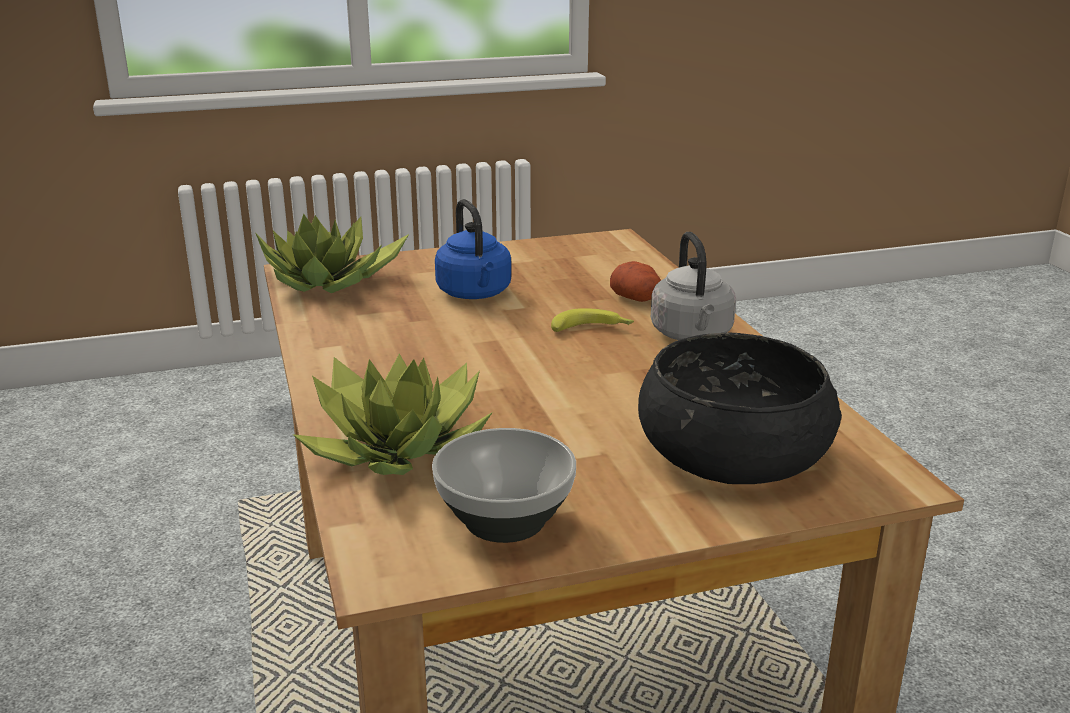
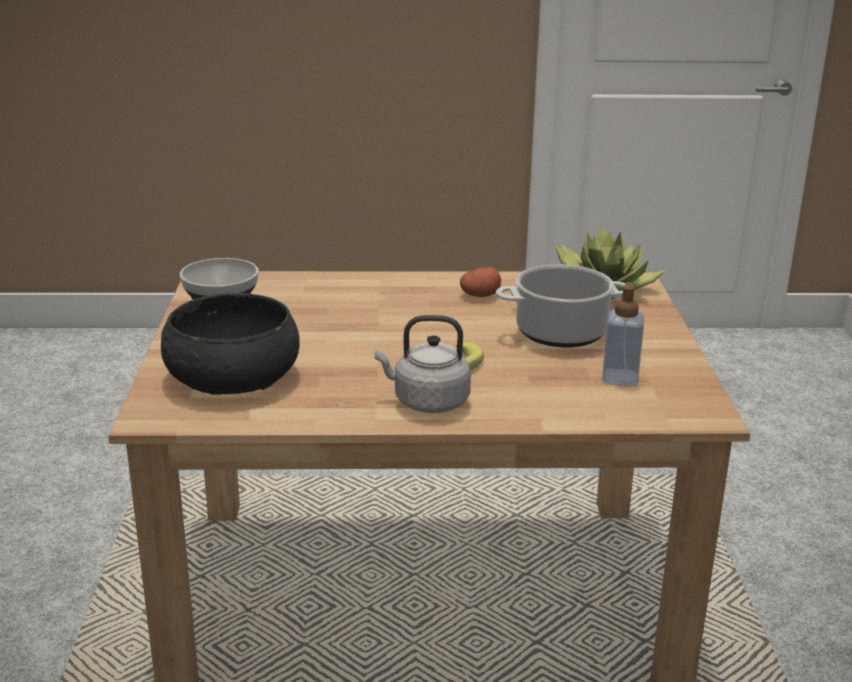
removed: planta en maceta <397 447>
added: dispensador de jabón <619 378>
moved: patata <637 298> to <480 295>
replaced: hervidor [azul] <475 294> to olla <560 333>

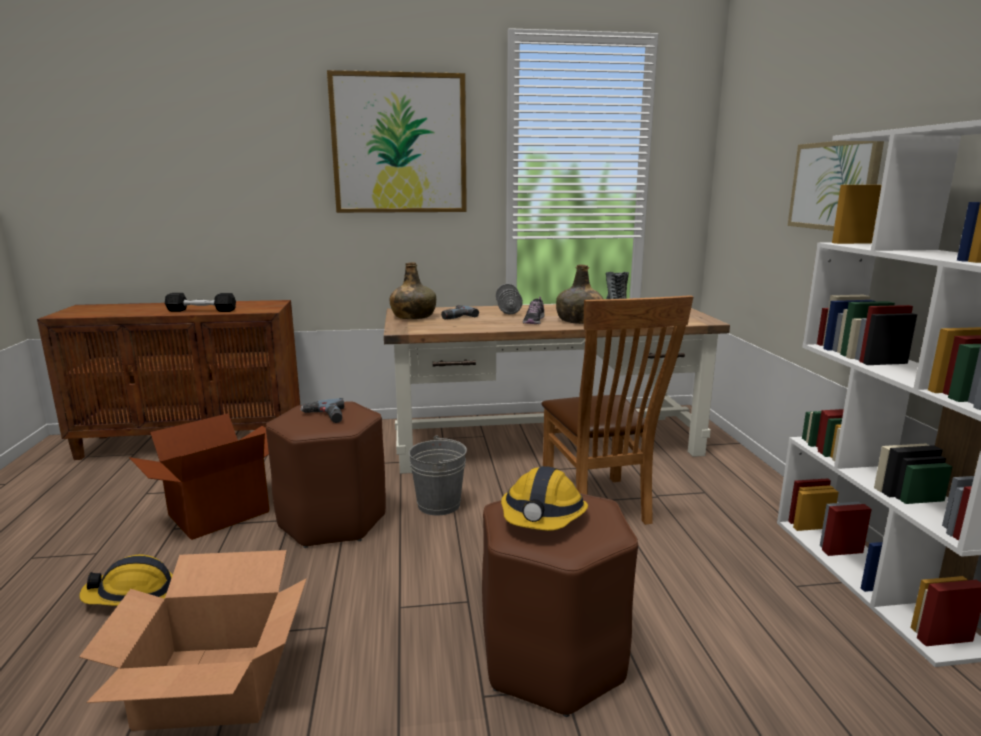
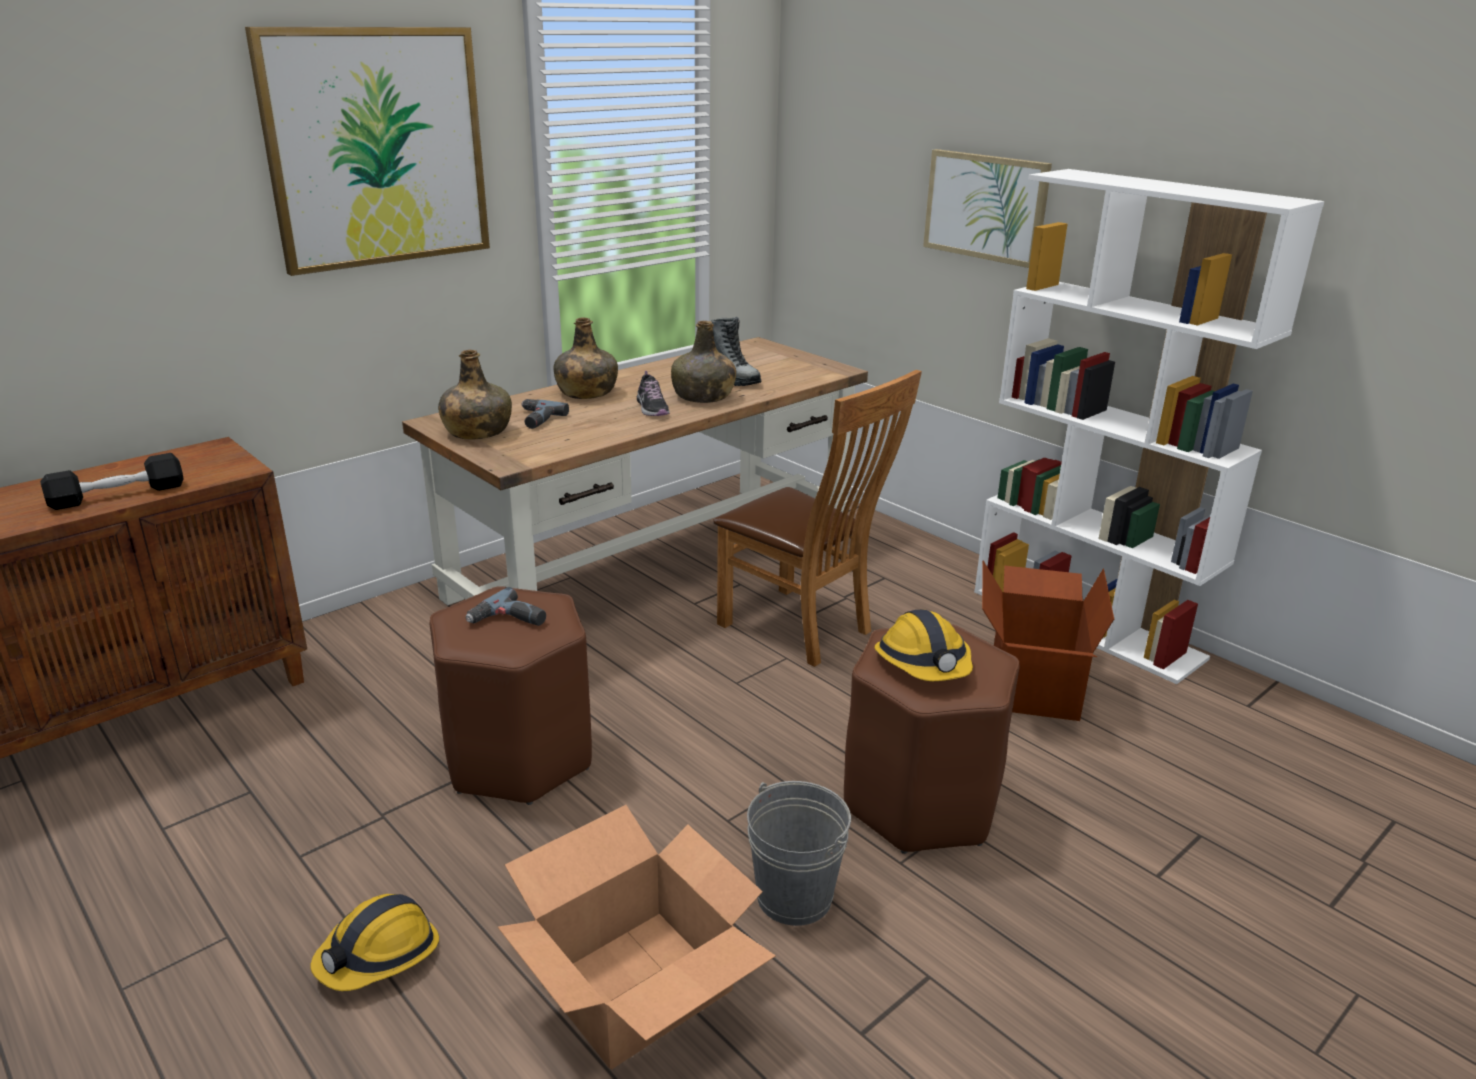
moved: caja de cartón <218 512> to <1031 686>; cubo [gris] <439 504> to <794 897>
replaced: mancuerna [gris] <508 310> to botella [verde] <586 392>

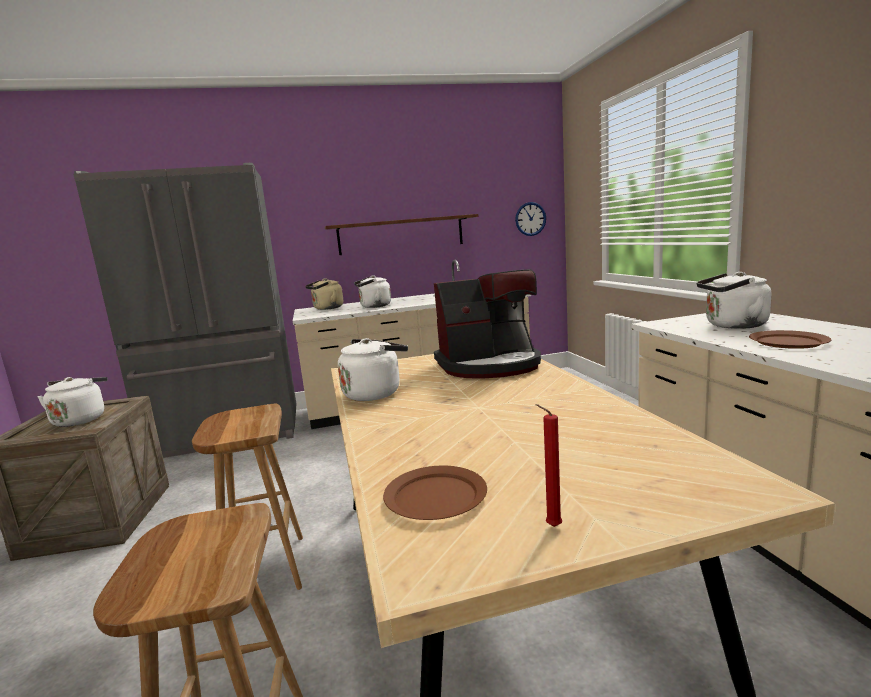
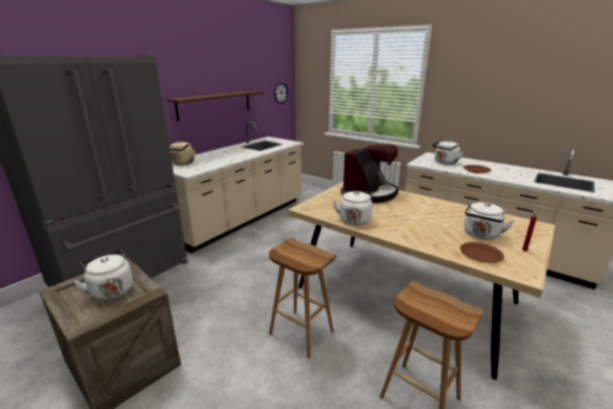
moved: hervidor [blanco] <373 306> to <481 235>

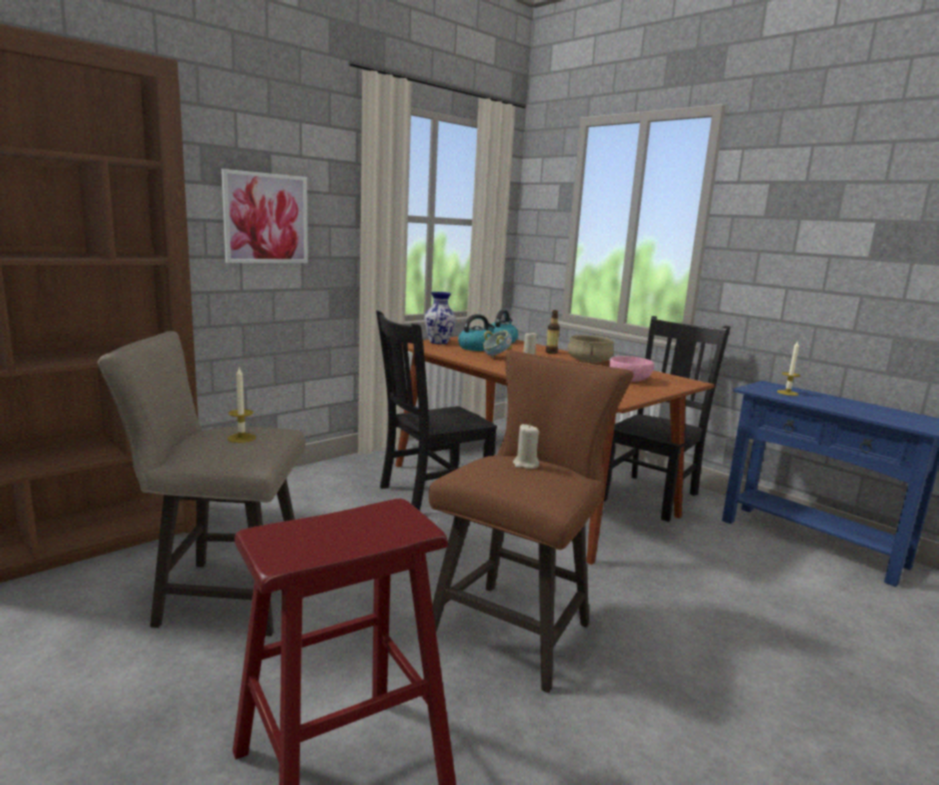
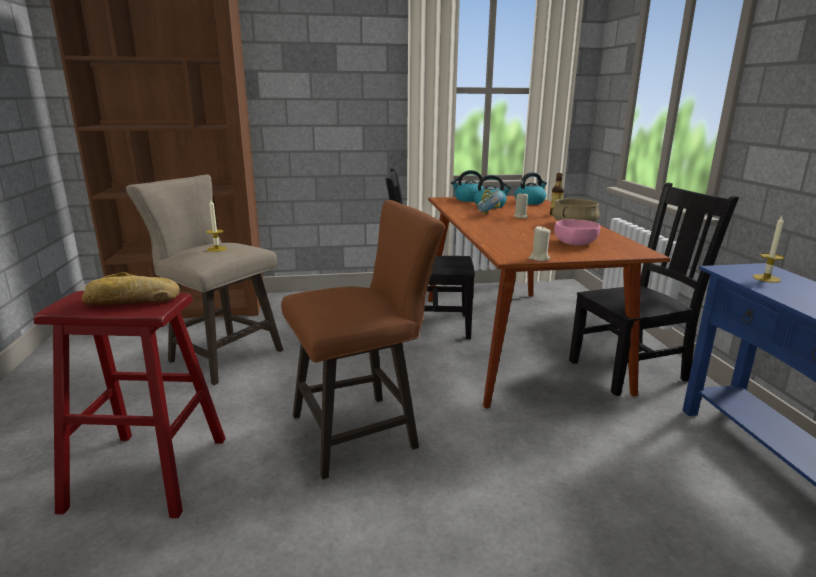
removed: cuadro <266 218>
added: pan <132 301>
moved: vela [beis] <525 464> to <539 258>
replaced: florero <439 342> to hervidor <468 199>

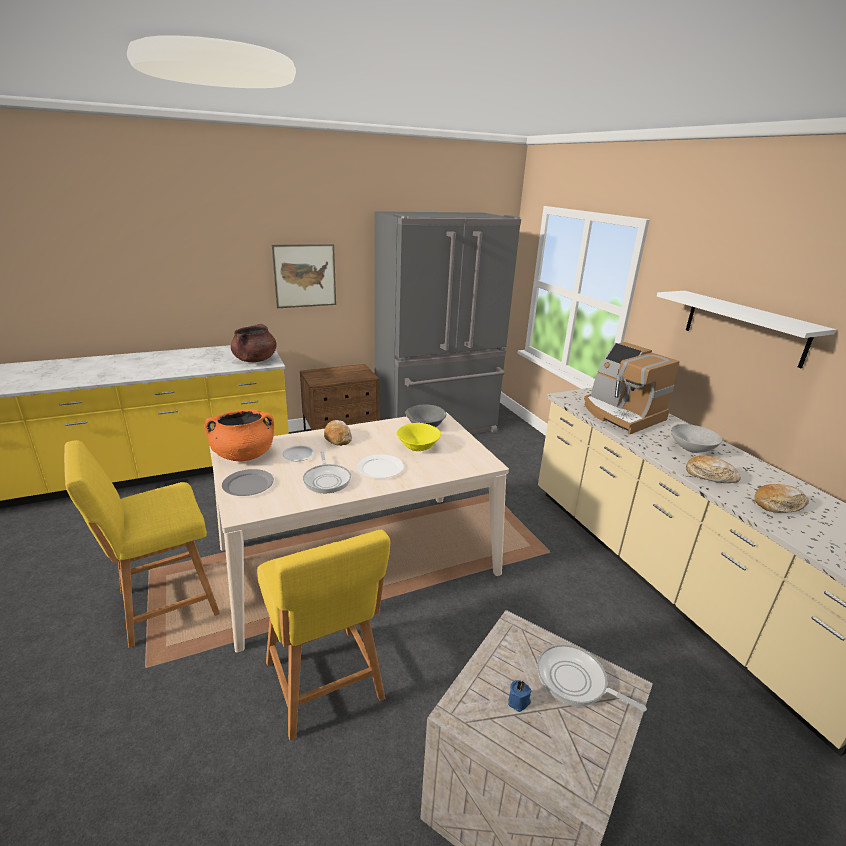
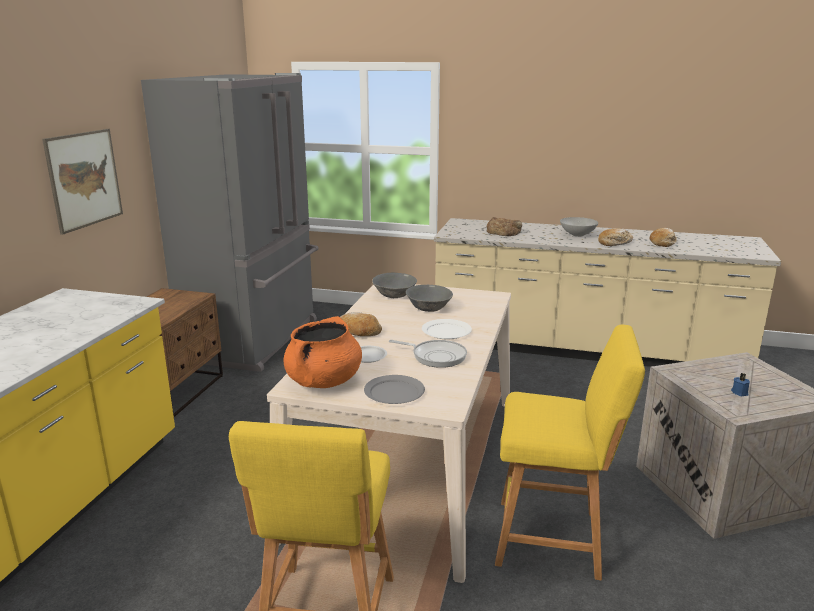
removed: olla [marrón] <255 360>; sartén <575 681>; estante [blanco] <744 327>
replaced: cafetera <621 414> to pan <503 232>
recoloured: cuenco [amarillo] <417 446> to cuenco [gris] <428 308>

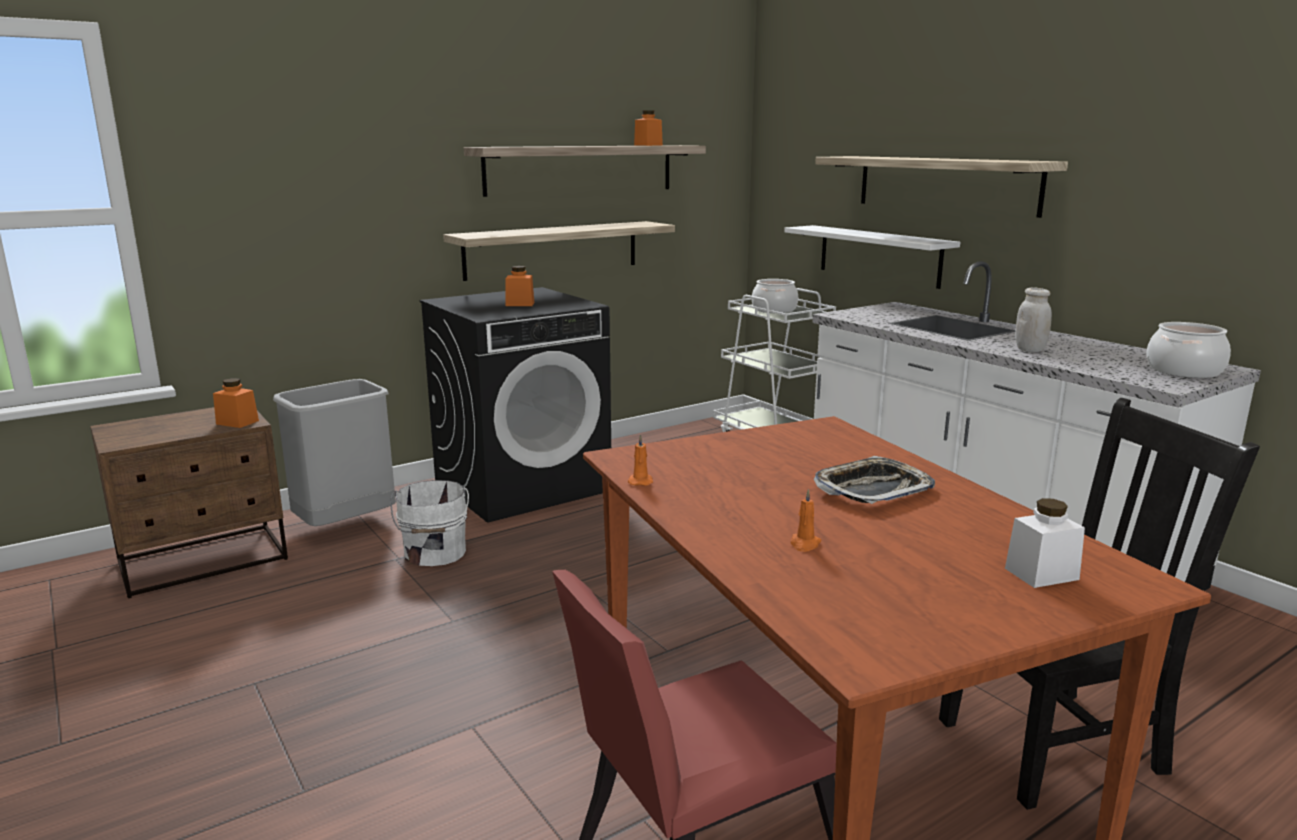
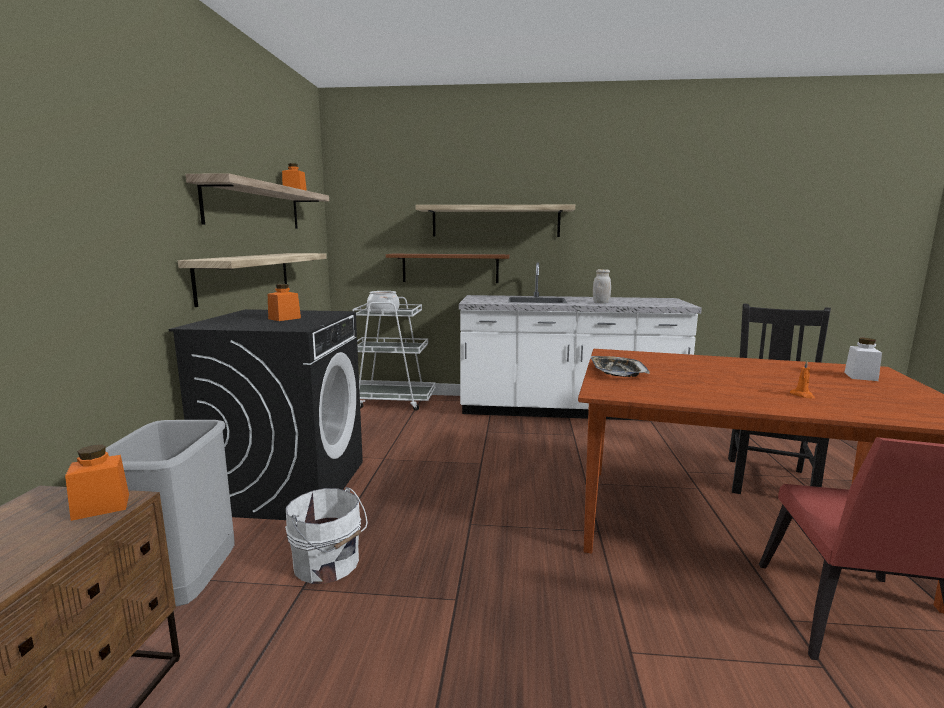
removed: vela [naranja] <640 481>; olla <1184 371>
moved: bandeja <872 489> to <617 371>
recoloured: estante [blanco] <879 255> to estante [marrón] <450 268>

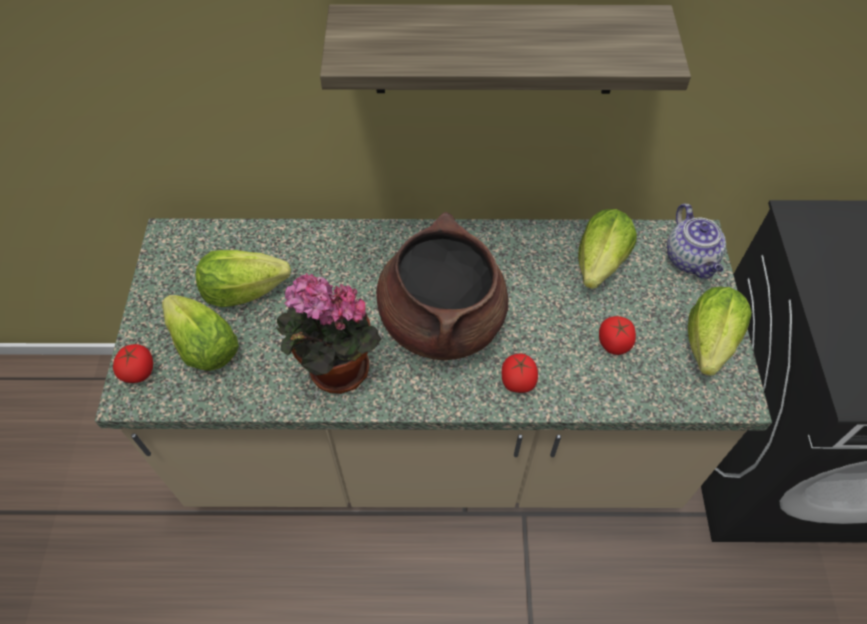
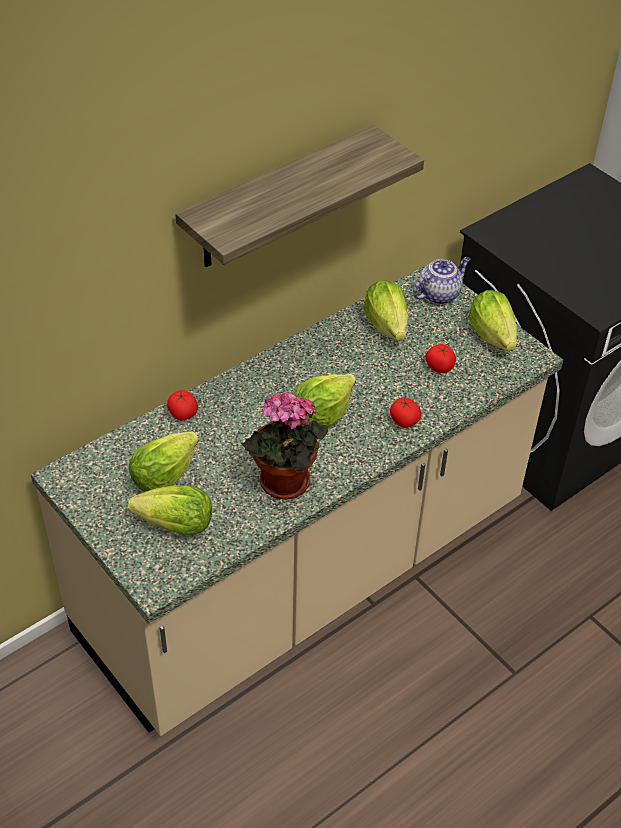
moved: tomate <138 371> to <183 414>
replaced: olla [marrón] <441 320> to lechuga <321 415>
turned: tetera <691 260> = <439 294> 75 degrees counterclockwise

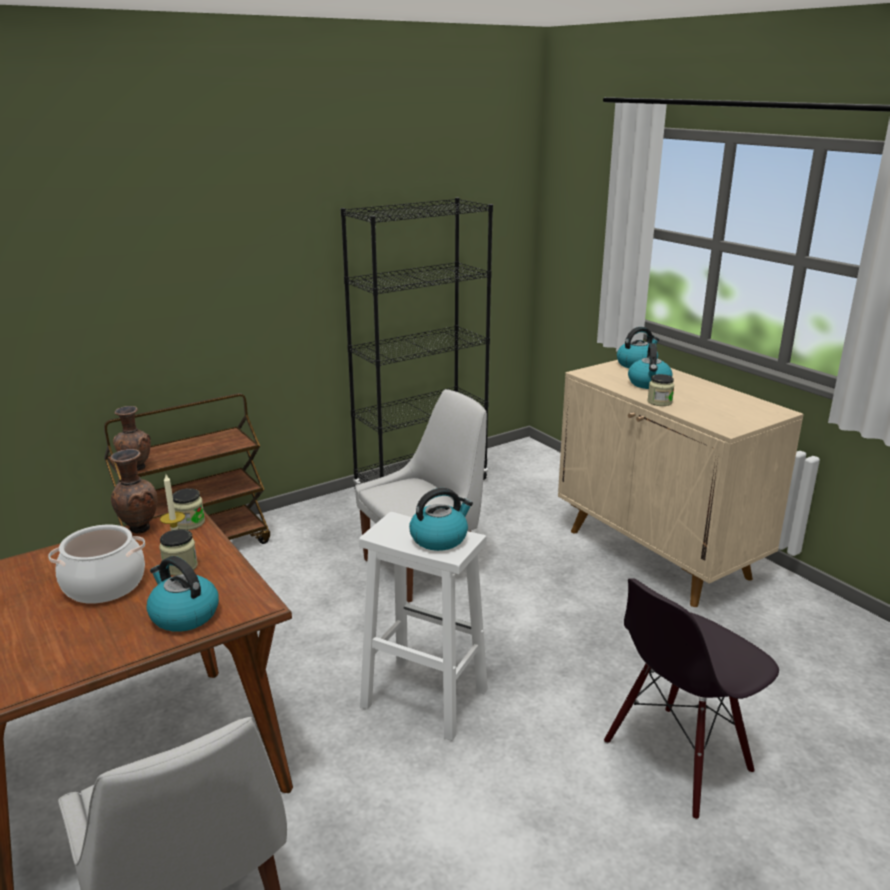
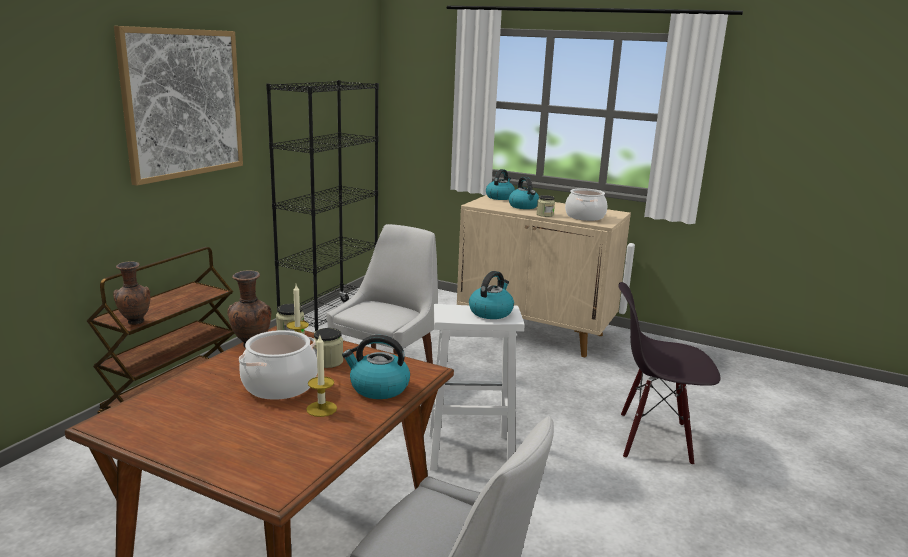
added: cuadro <183 103>; vela <321 409>; olla <585 217>
turned: silla [negro] <678 759> = <653 439> 75 degrees clockwise

